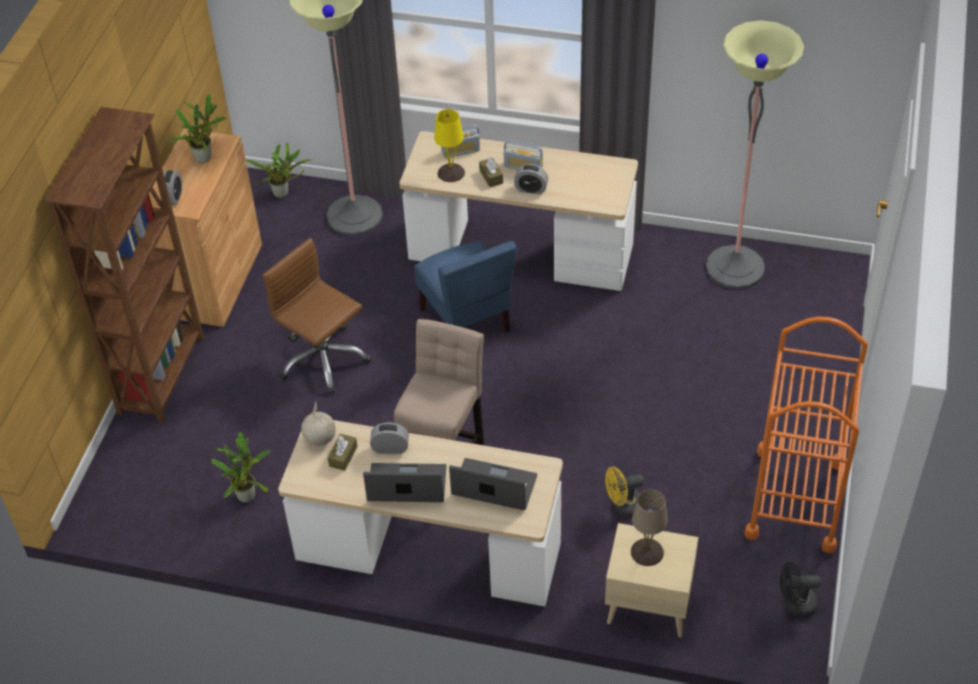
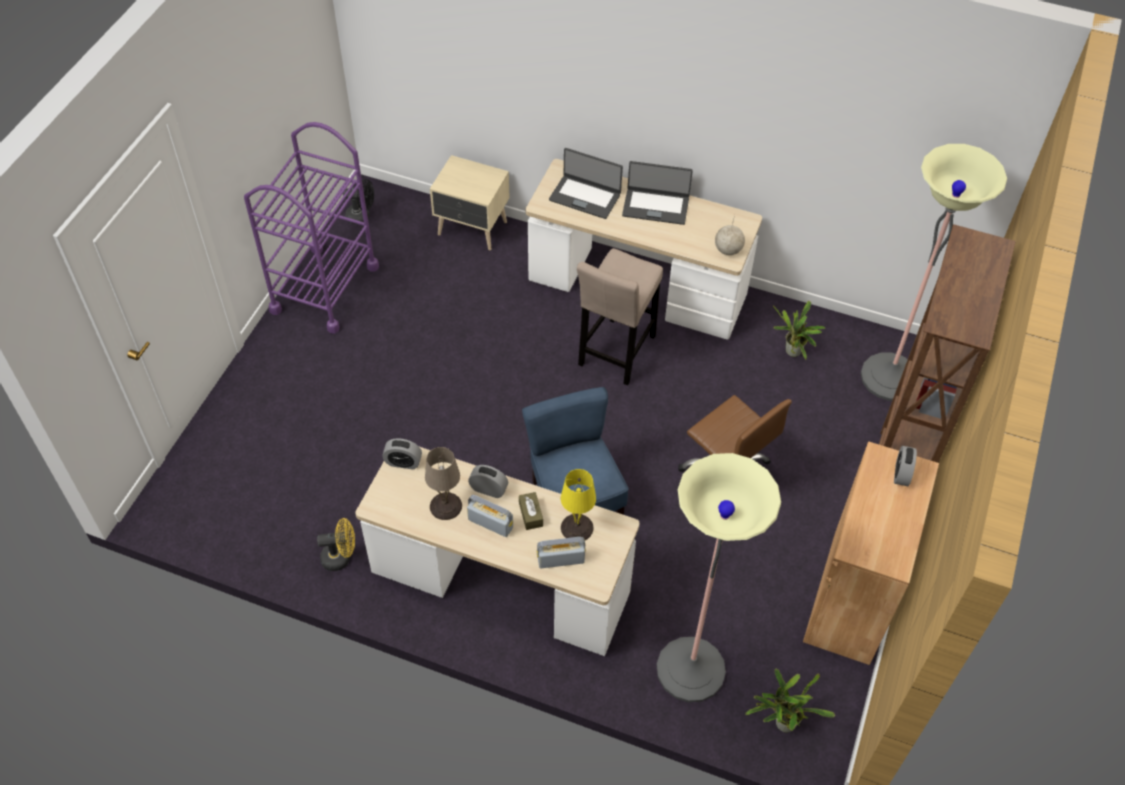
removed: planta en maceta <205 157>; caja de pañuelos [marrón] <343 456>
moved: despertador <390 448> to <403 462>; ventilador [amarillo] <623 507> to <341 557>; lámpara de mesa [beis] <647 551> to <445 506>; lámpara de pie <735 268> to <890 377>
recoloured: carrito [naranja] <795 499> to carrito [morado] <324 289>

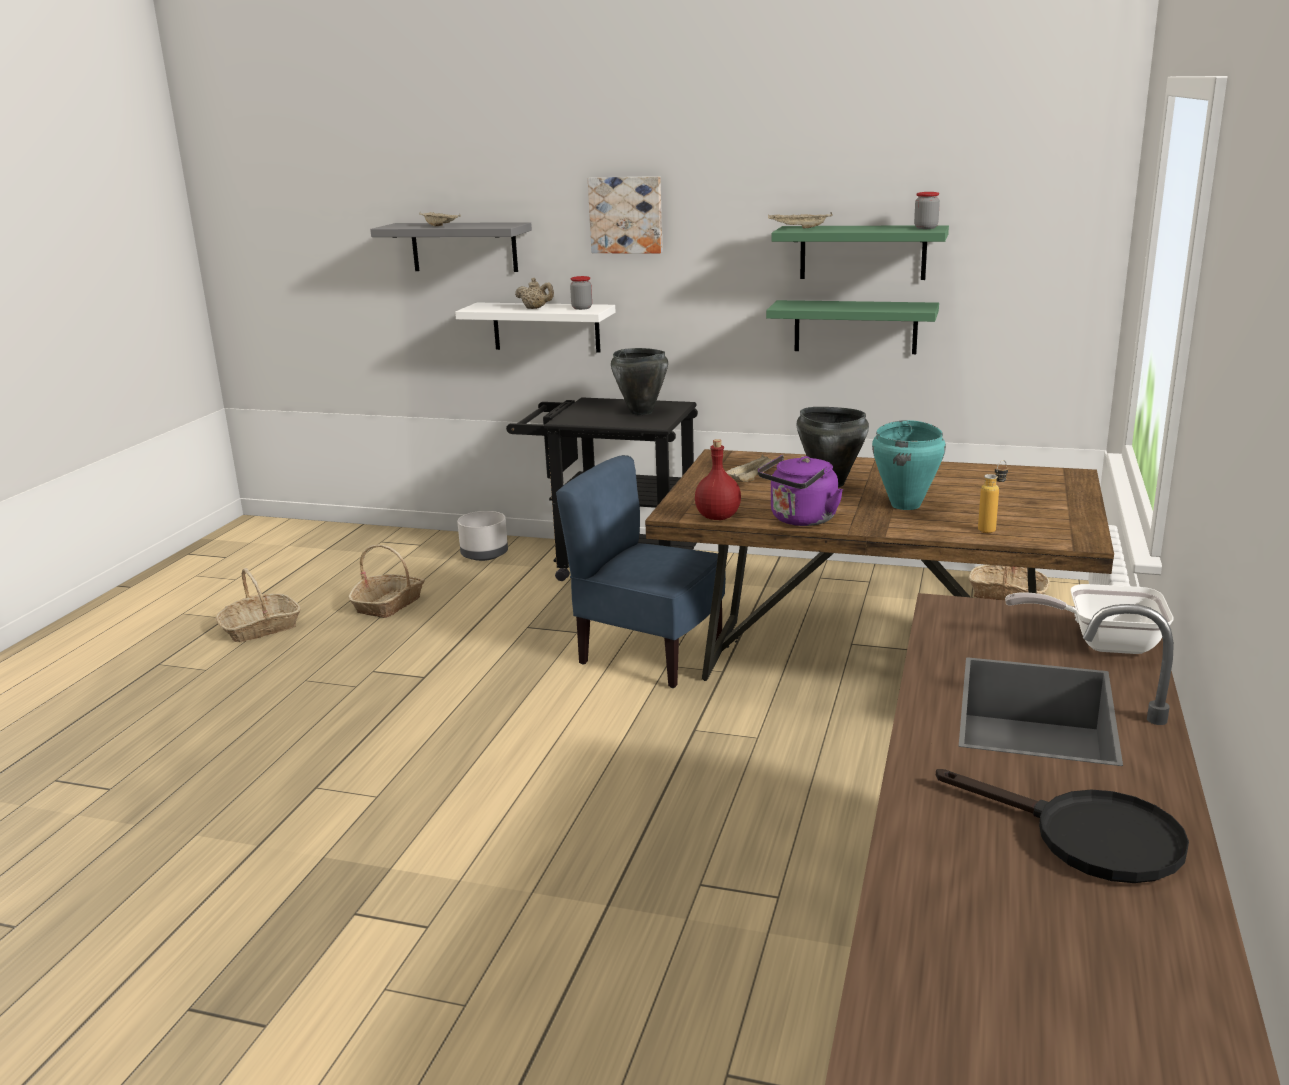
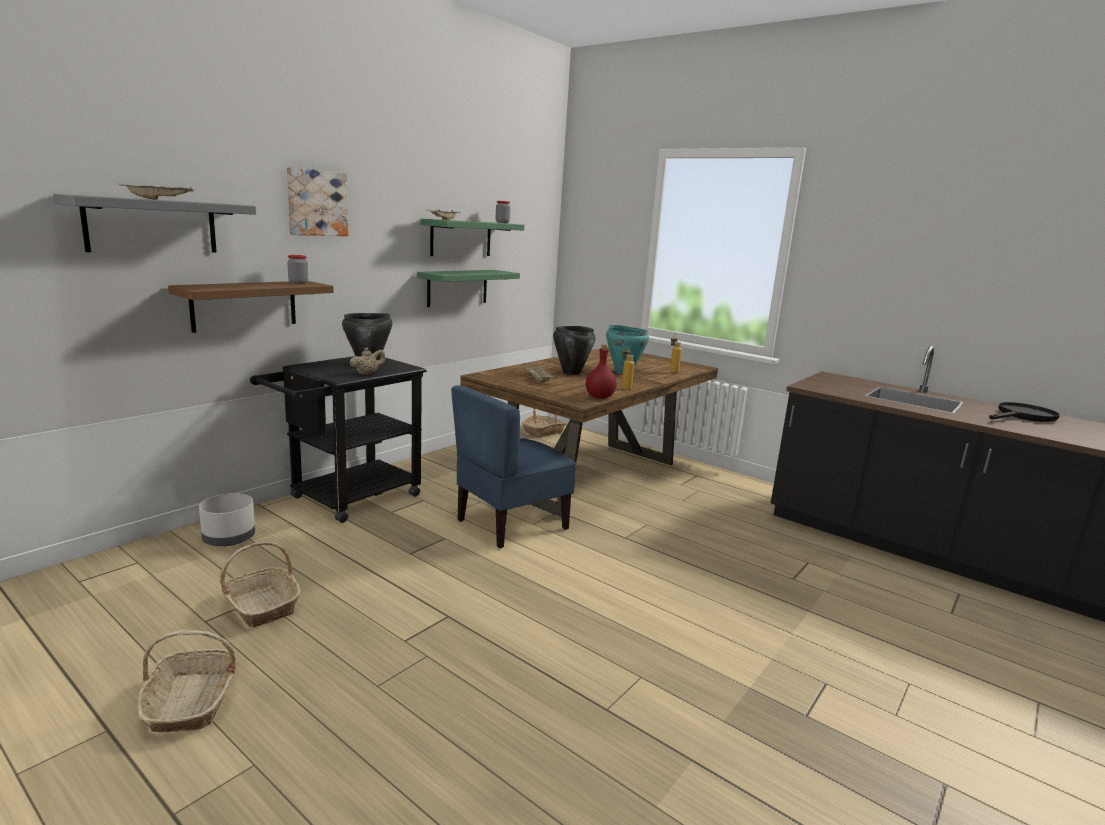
removed: sartén <1102 642>
moved: tetera [beis] <535 308> to <367 373>
replaced: hervidor [morado] <801 520> to botella <624 387>
recoloured: estante [blanco] <546 327> to estante [marrón] <244 305>

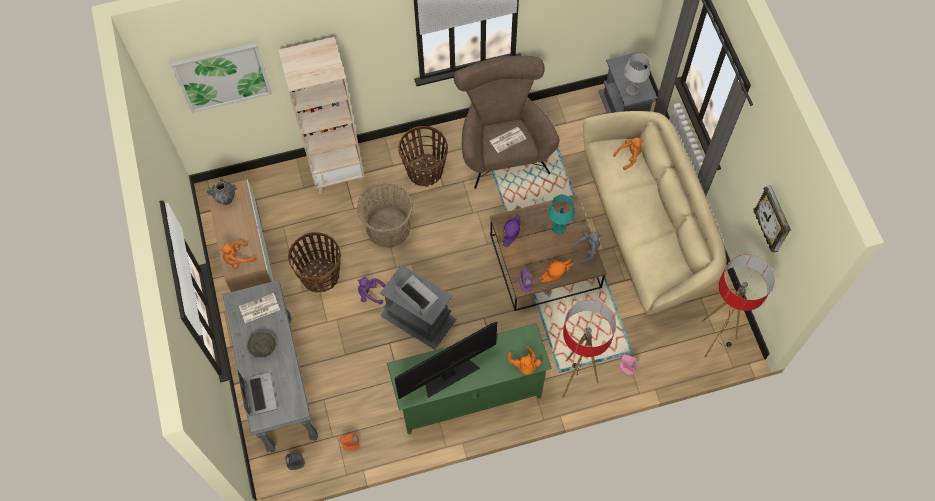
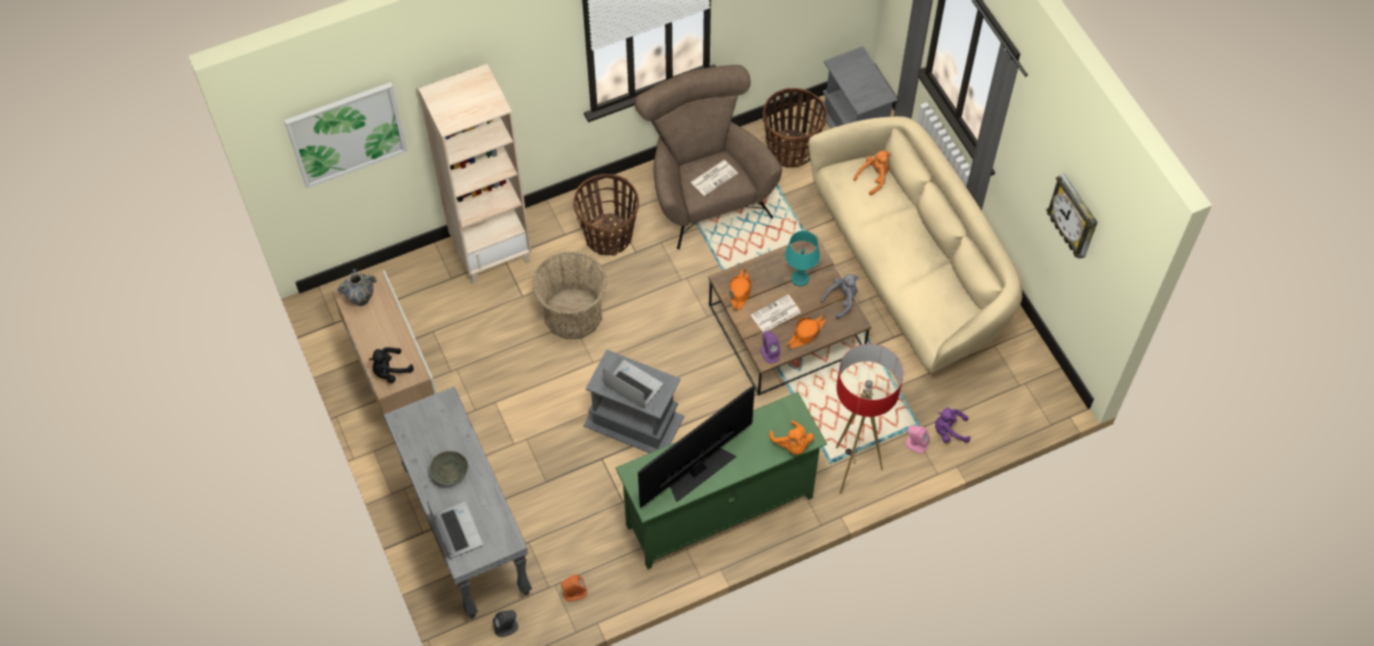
removed: lámpara de mesa [gris] <632 90>; lámpara de pie <714 339>
moved: periódico <259 308> to <775 314>; cesta <320 275> to <791 149>; peluche [morado] <370 293> to <949 431>
recoloured: peluche [naranja] <237 259> to peluche [negro] <390 371>; sombrero [morado] <511 231> to sombrero [naranja] <740 291>

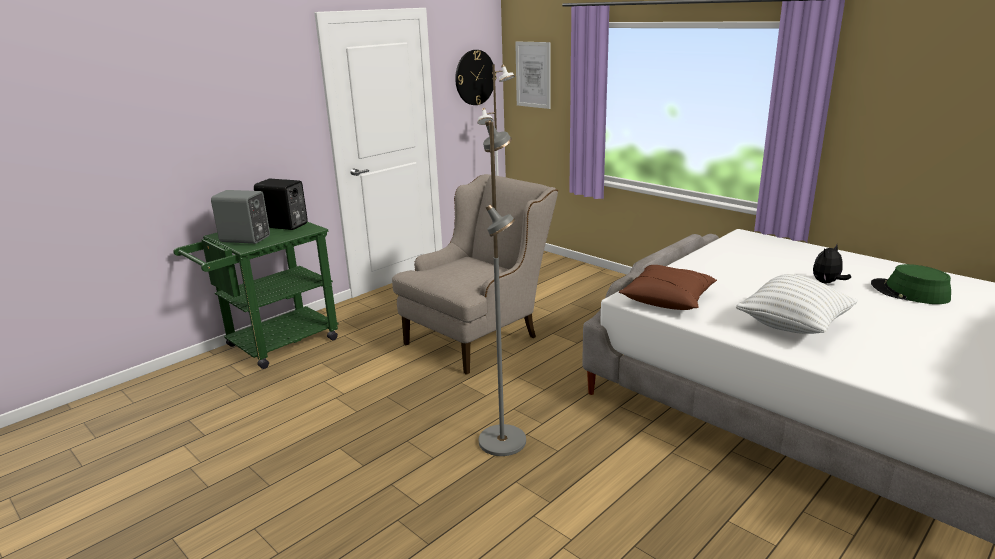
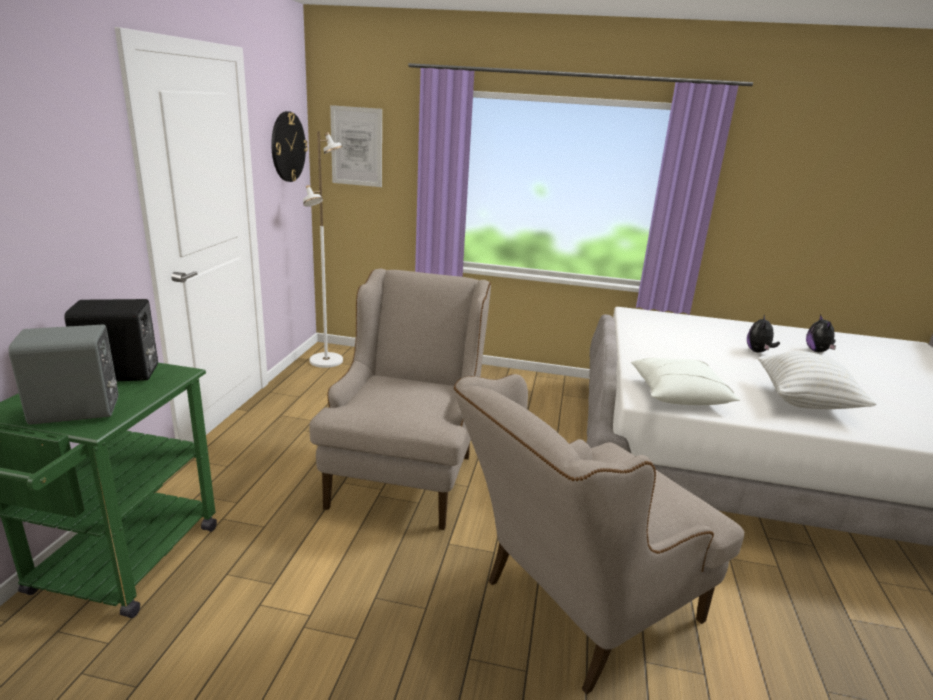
replaced: lámpara de pie [gris] <503 441> to sillón [beis] <576 609>; sombrero [verde] <909 292> to peluche <818 351>
recoloured: cojín [marrón] <668 299> to cojín [blanco] <678 394>

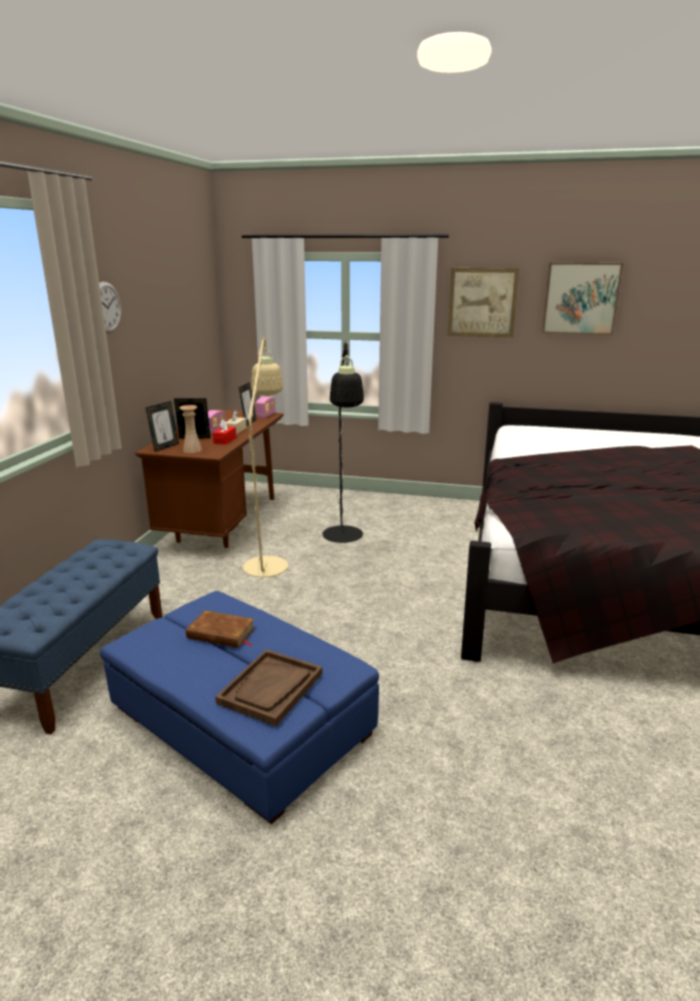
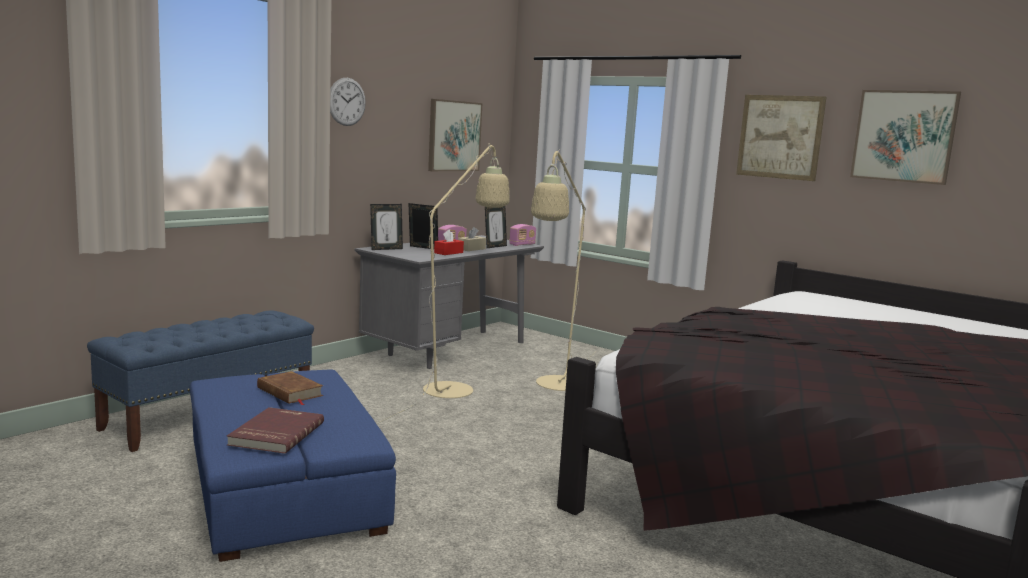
removed: florero [beis] <192 450>
added: cuadro <454 136>
replaced: bandeja [marrón] <271 688> to libro [rojo] <275 433>
recoloured: escritorio [marrón] <224 523> to escritorio [gris] <449 350>; lámpara de pie [negro] <343 538> to lámpara de pie [beis] <556 386>

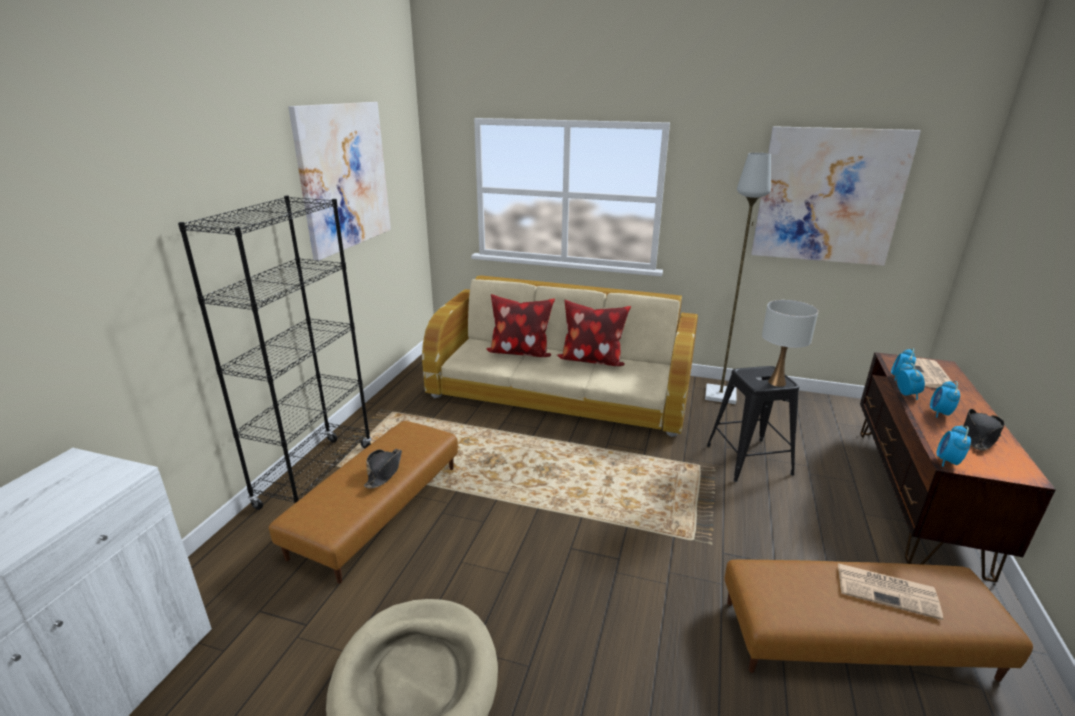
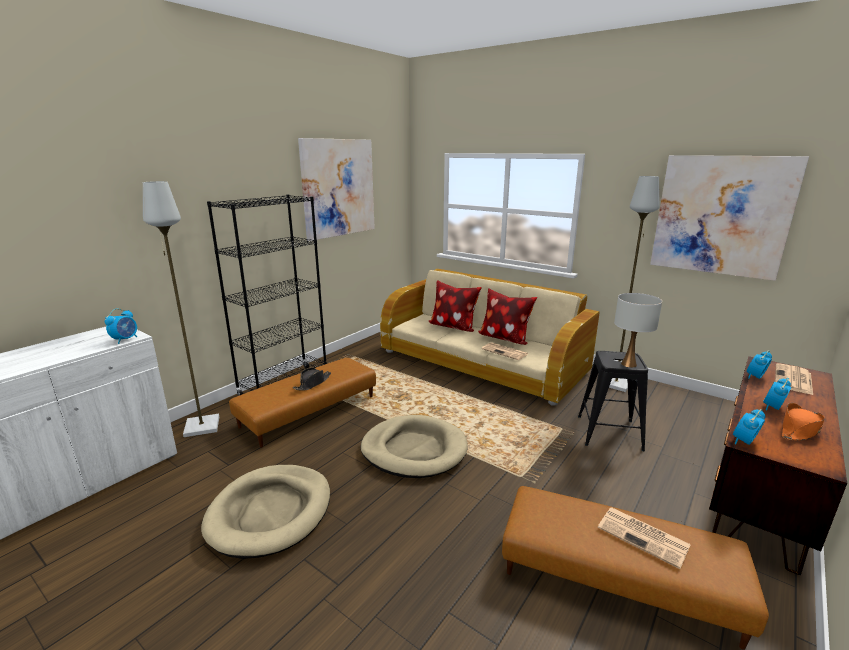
added: lámpara de pie [gris] <201 427>; cama para perro [beis] <414 450>; periódico <505 352>
moved: despertador <906 394> to <125 339>
recoloured: sombrero [negro] <978 435> to sombrero [naranja] <799 430>

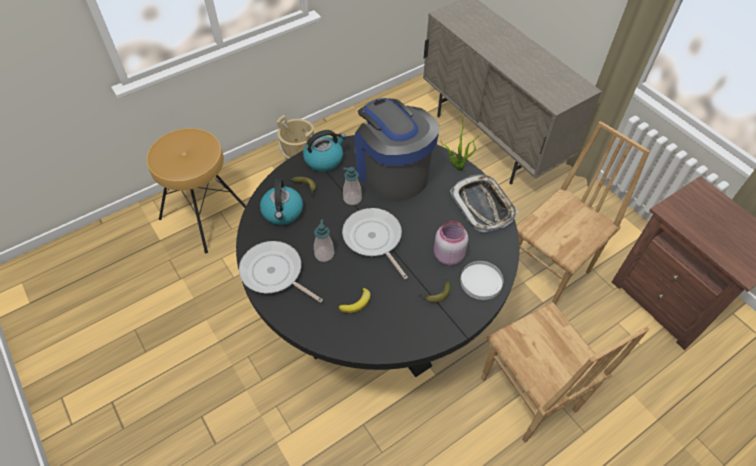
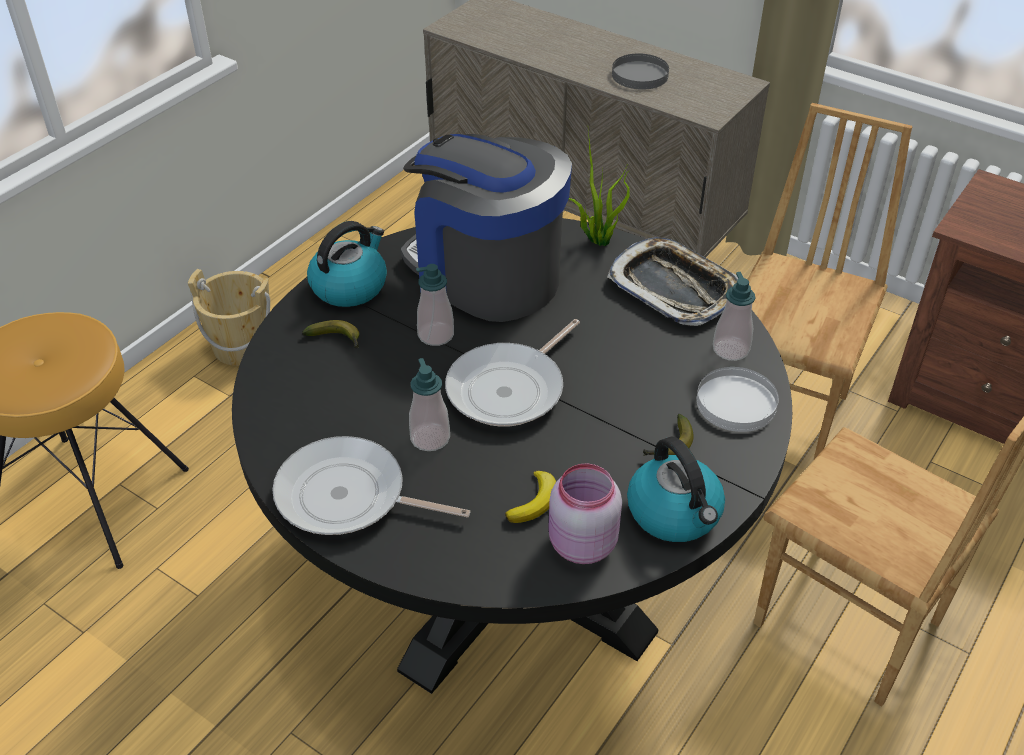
added: plato [gris] <640 75>; dispensador de jabón <730 349>
moved: hervidor <283 212> to <675 513>; tarro [rosa] <447 255> to <580 544>
turned: sartén <374 239> = <510 389> 90 degrees counterclockwise

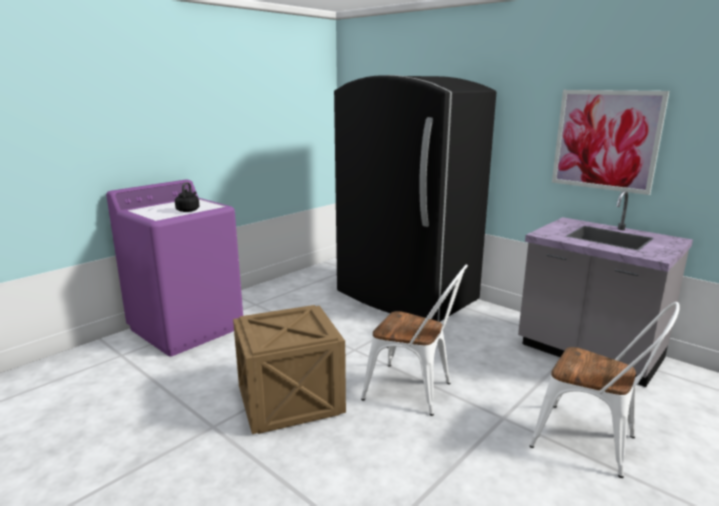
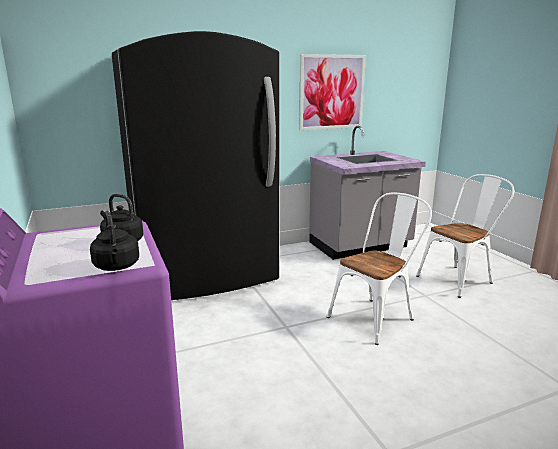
removed: caja de embalaje <288 401>
added: hervidor [negro] <117 267>

